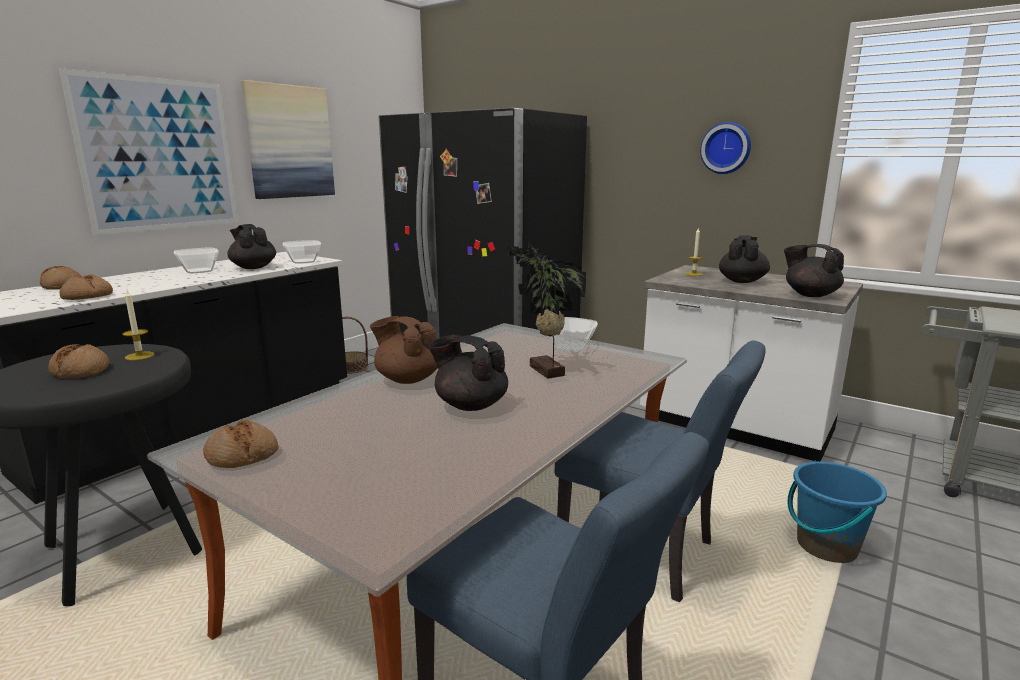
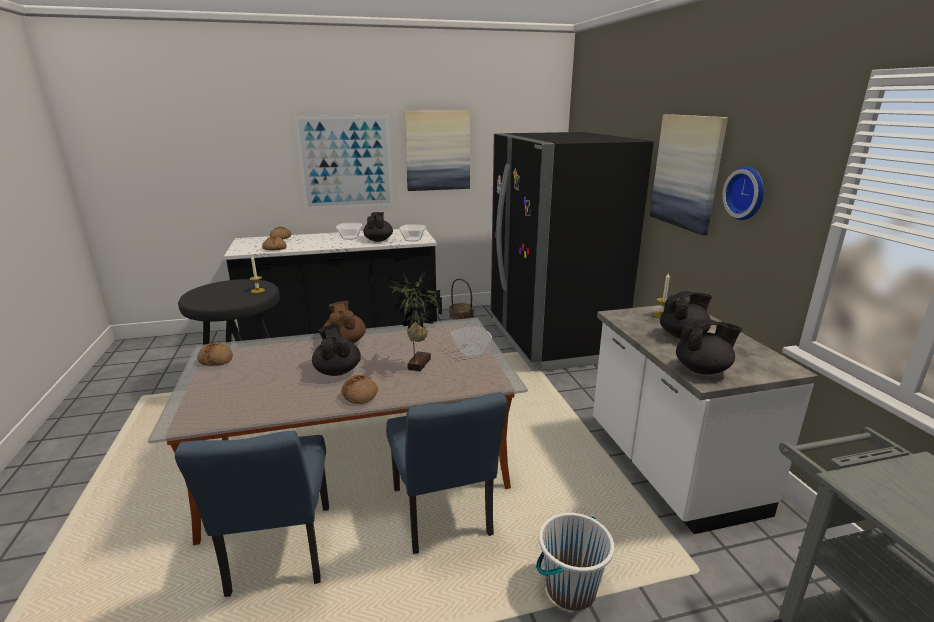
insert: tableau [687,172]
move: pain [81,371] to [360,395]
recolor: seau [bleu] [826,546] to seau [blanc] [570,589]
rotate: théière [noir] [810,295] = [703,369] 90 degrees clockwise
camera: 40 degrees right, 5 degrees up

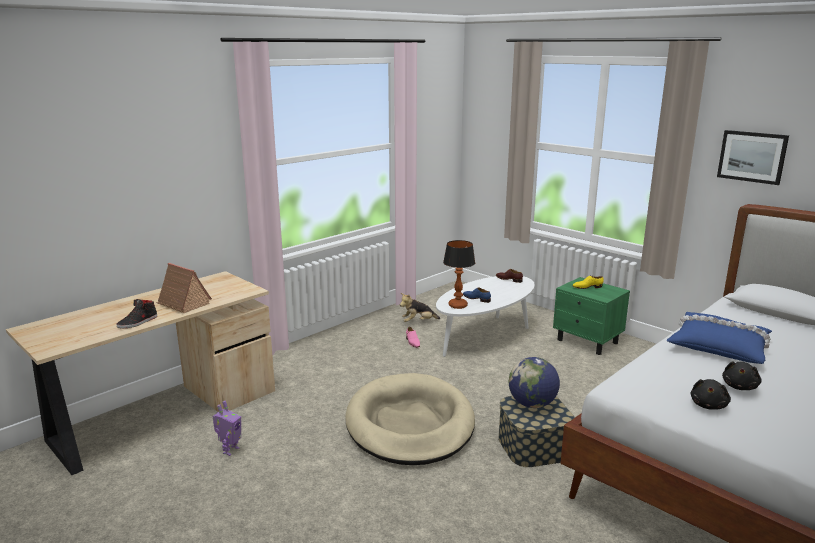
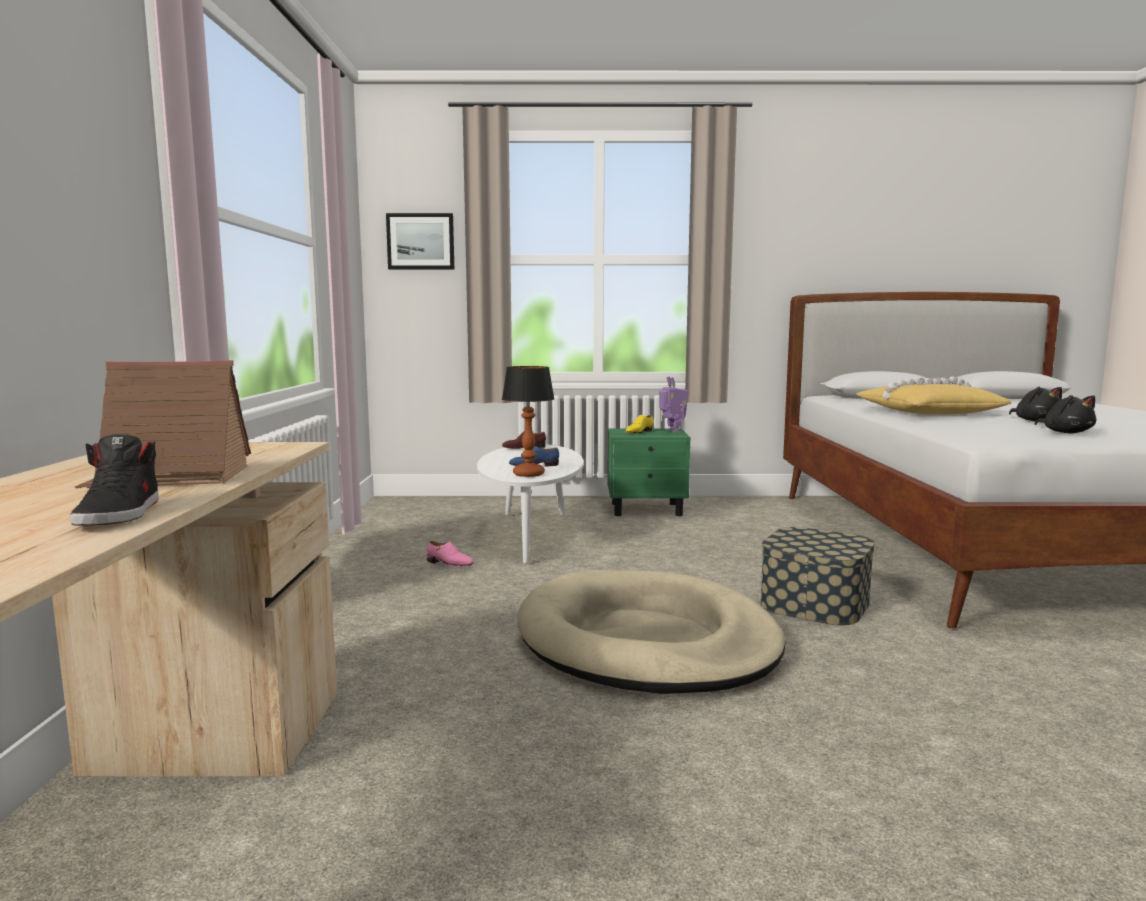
delete: peluche [418,322]; globe [532,404]
move: robot jouet [230,450] to [672,431]; tableau [752,156] to [420,241]
recolor: coussin [bleu] [719,346] to coussin [jaune] [927,412]
camera: 45 degrees left, 10 degrees down

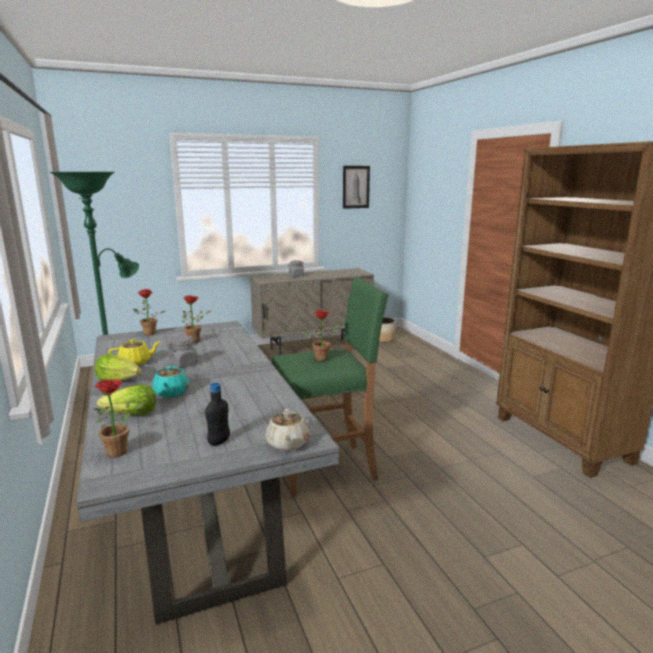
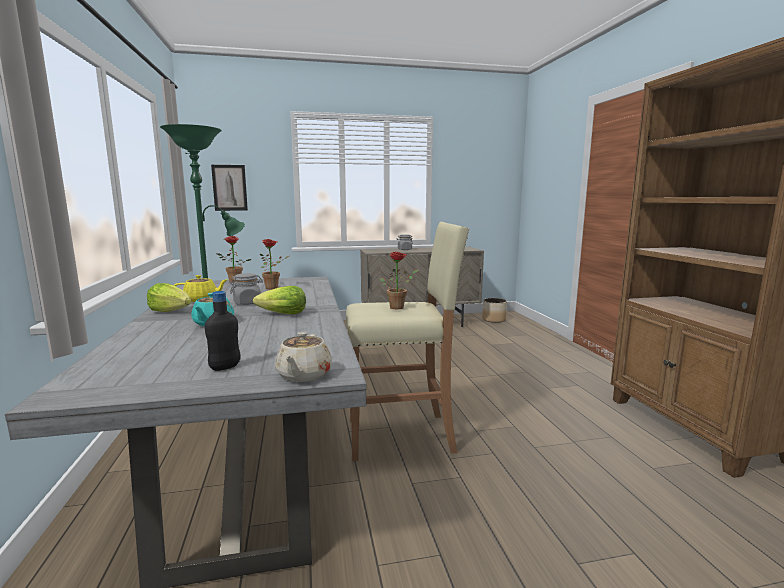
delete: plante en pot [121,451]
move: laitue [131,415] to [282,314]; tableau [356,187] to [229,188]
recolor: tabouret [vert] [327,469] to tabouret [beige] [401,436]
camera: 10 degrees right, 5 degrees down

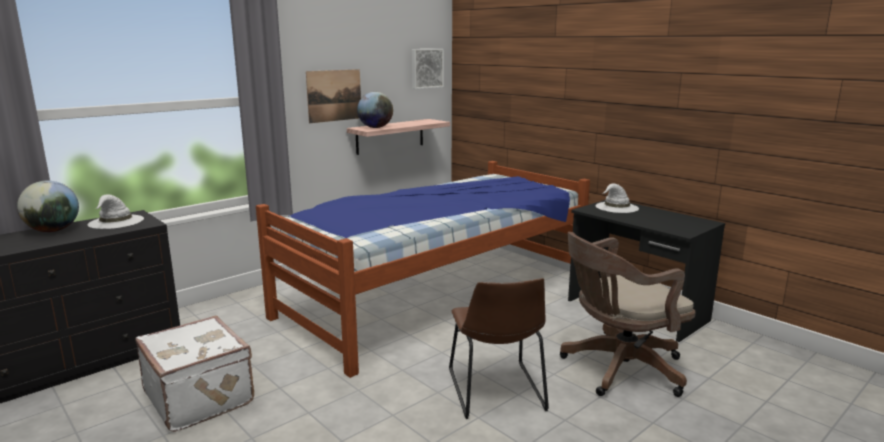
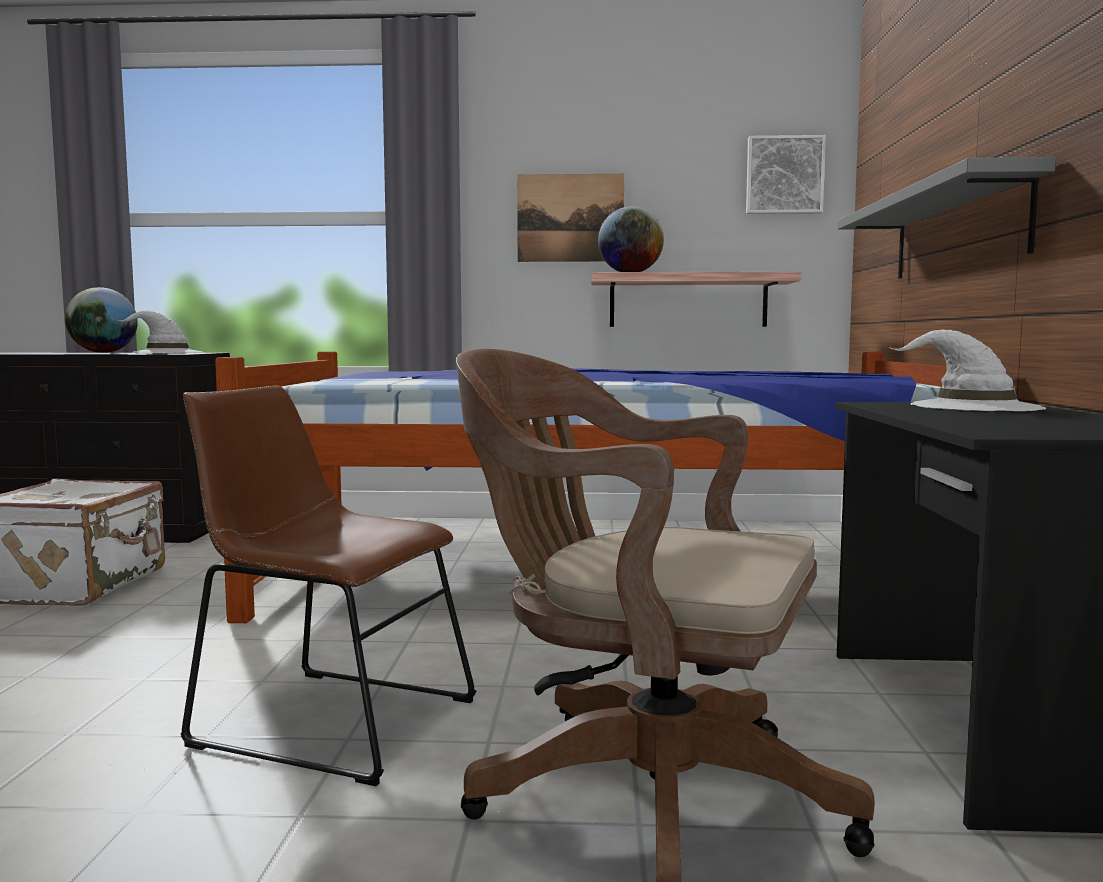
insert: étagère [gris] [956,231]
rotate: chaise [marron] [496,392] = [326,720] 75 degrees clockwise
camera: 45 degrees right, 10 degrees down

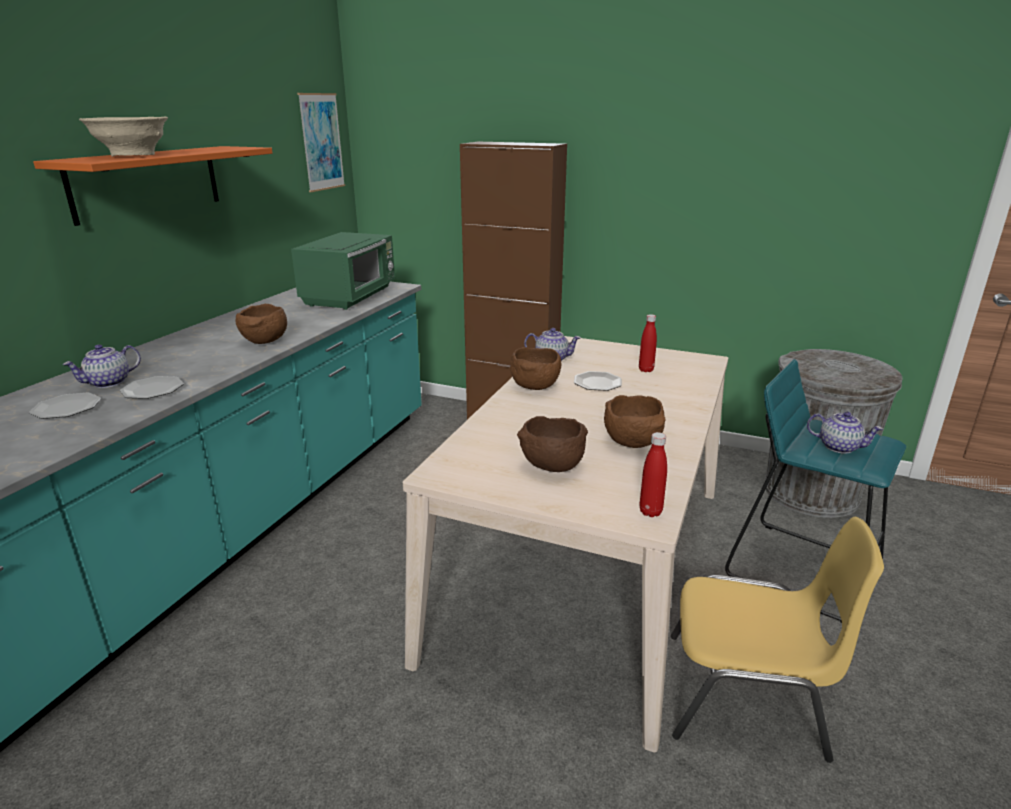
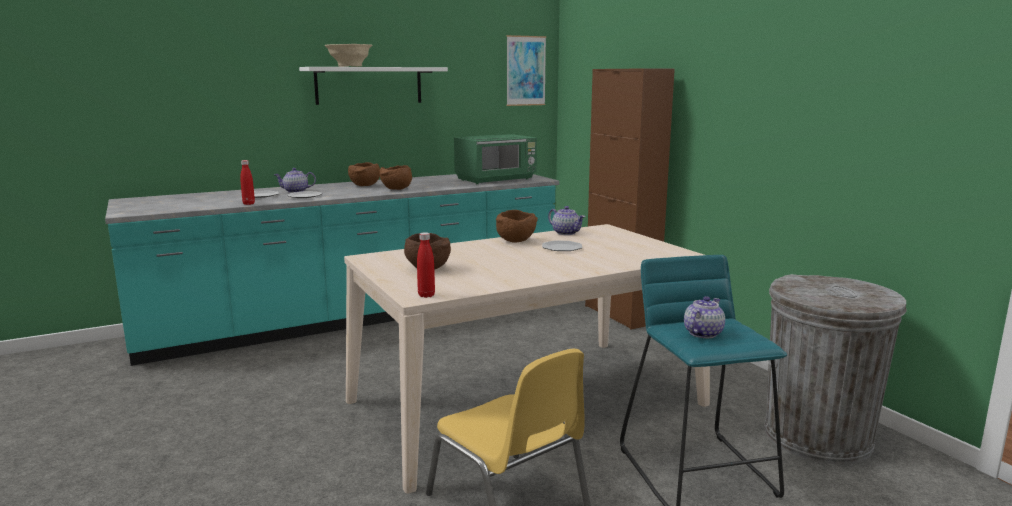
move: bol [marron] [634,443] to [365,186]; bouteille [rouge] [646,370] to [248,204]
recolor: étagère [orange] [147,182] to étagère [blanc] [369,85]
rotate: théière [839,447] = [702,333] 120 degrees counterclockwise
camera: 40 degrees right, 10 degrees down

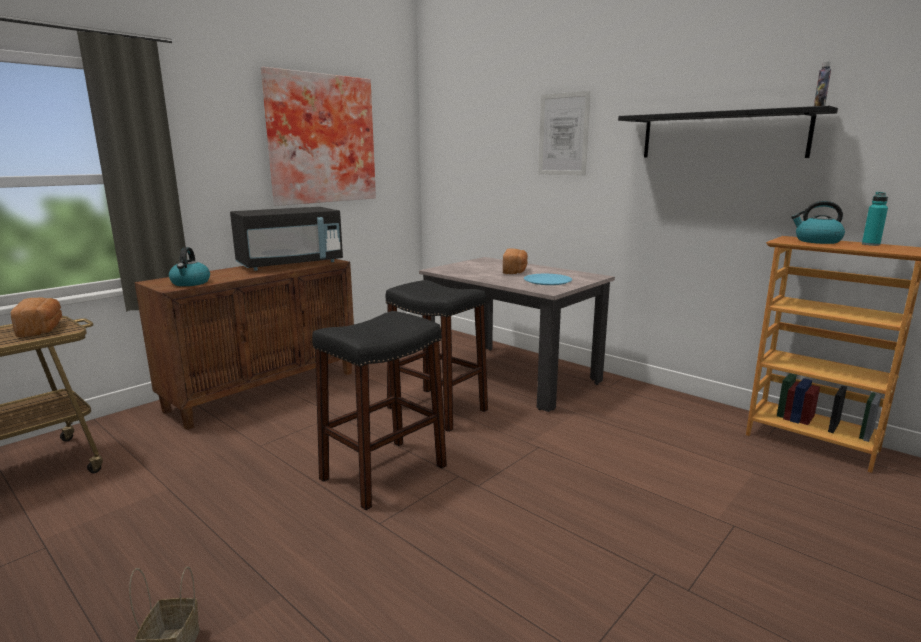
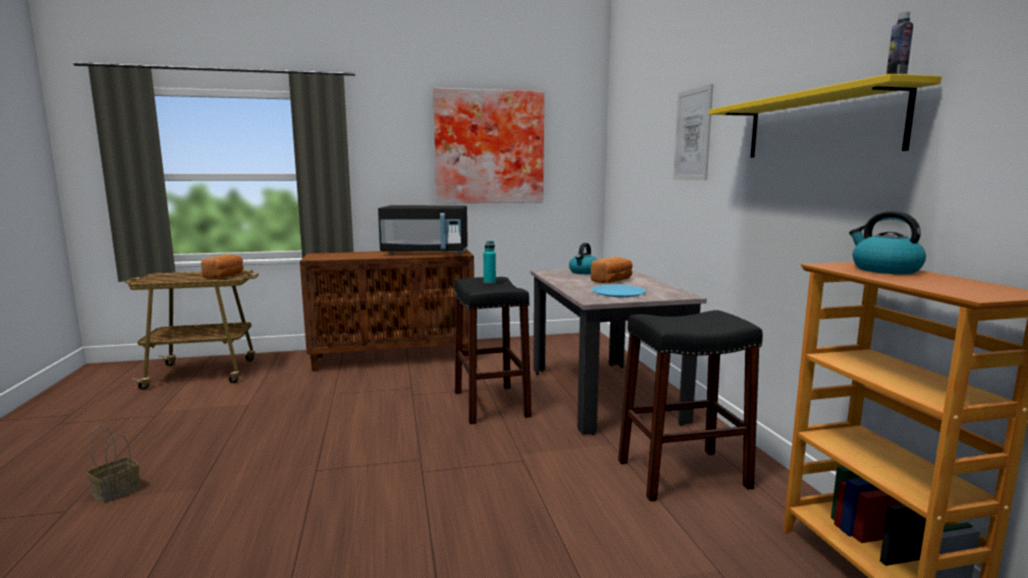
move: bouilloire [190,283] to [584,272]; tabouret [noir] [383,472] to [682,474]; bouteille [turquoise] [870,244] to [489,282]
recolor: étagère [noir] [722,135] to étagère [jaune] [819,126]
camera: 35 degrees right, 5 degrees down

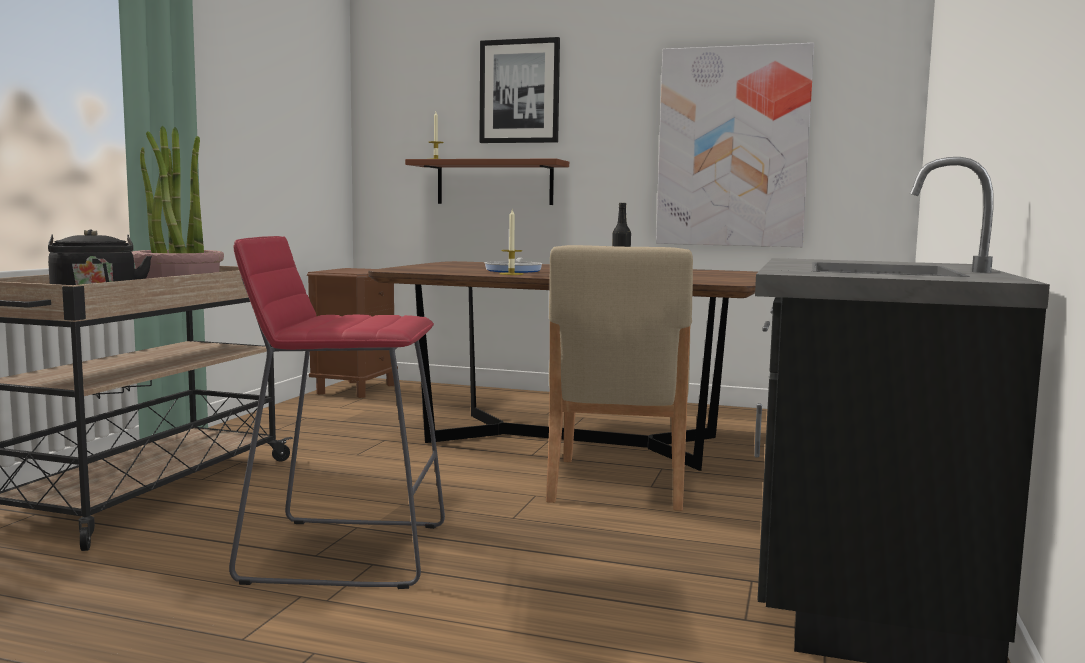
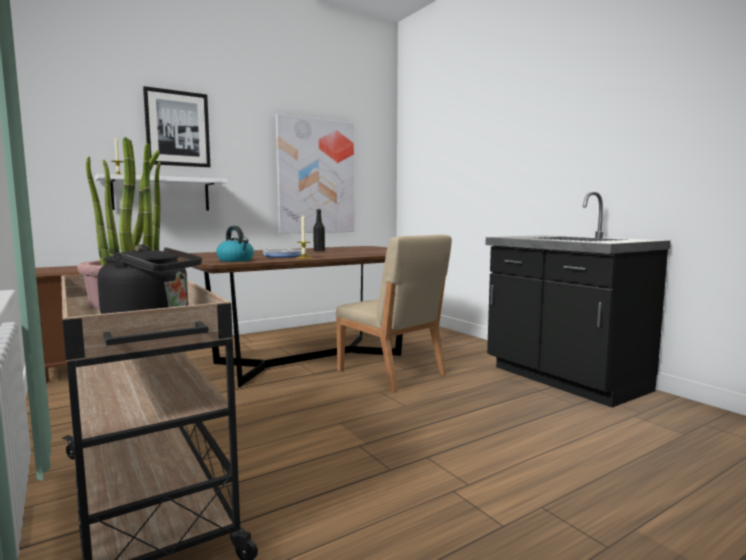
delete: tabouret [rouge] [344,552]
insert: bouilloire [236,260]
recolor: étagère [marron] [494,183] to étagère [blanc] [161,194]
camera: 50 degrees left, 0 degrees up

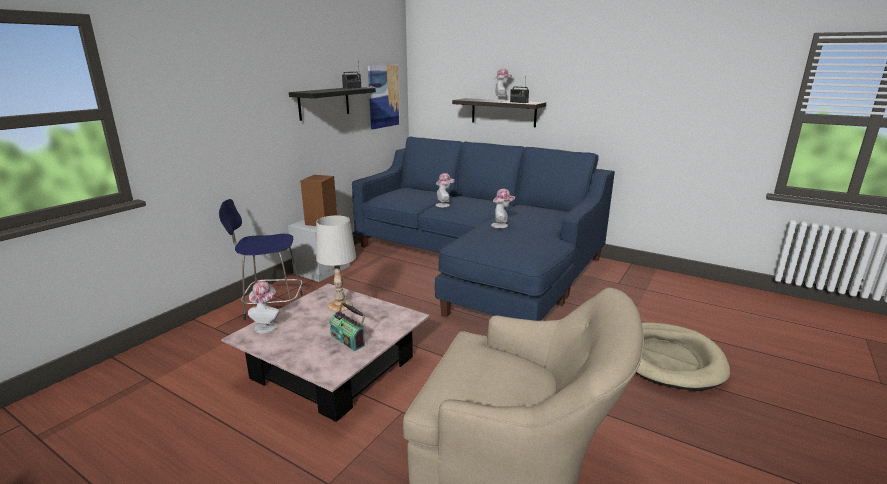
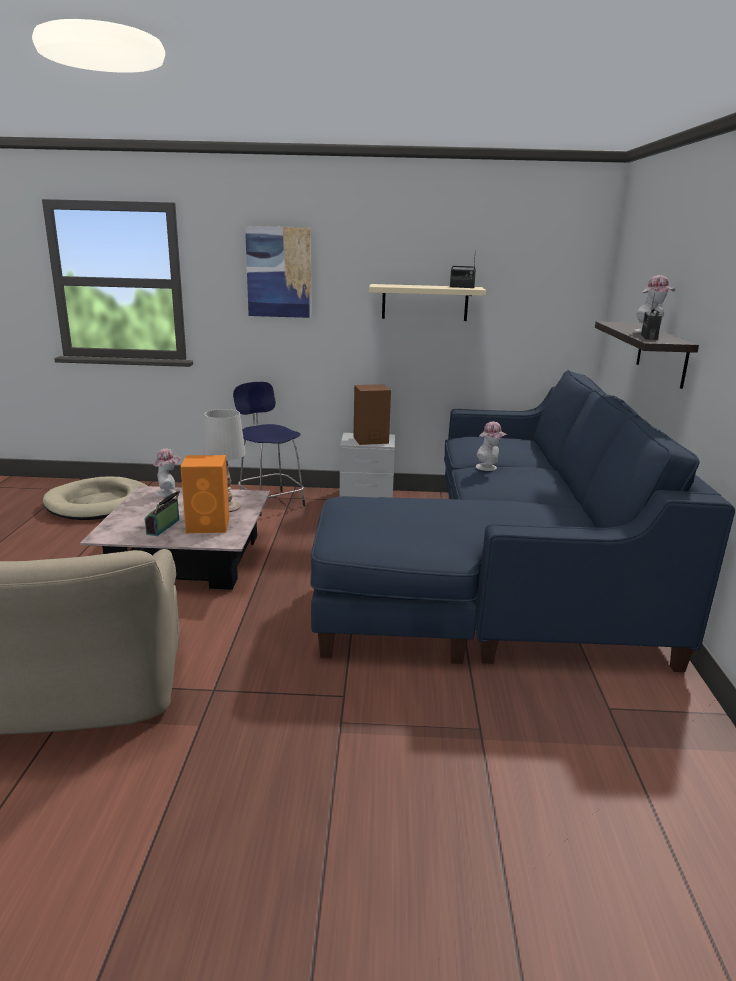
delete: chapeau [501,225]
insert: enceinte [orange] [209,525]
move: tableau [383,96] to [279,272]; panier pour chien [beige] [668,359] to [100,504]
recolor: étagère [noir] [324,103] to étagère [beige] [425,302]
camera: 60 degrees right, 0 degrees up

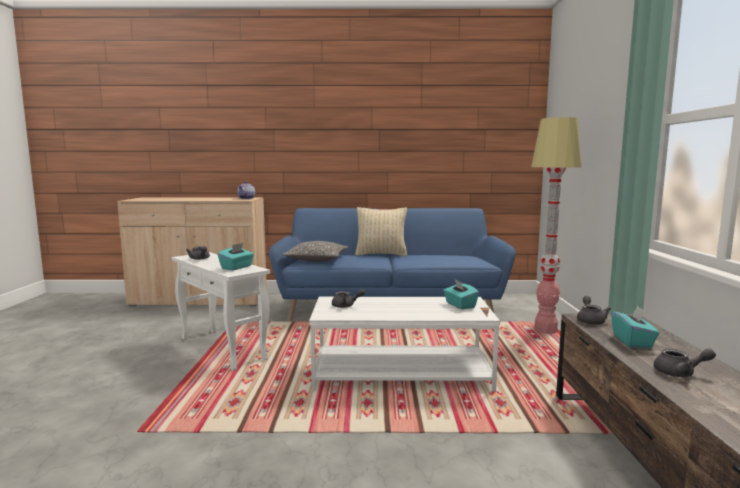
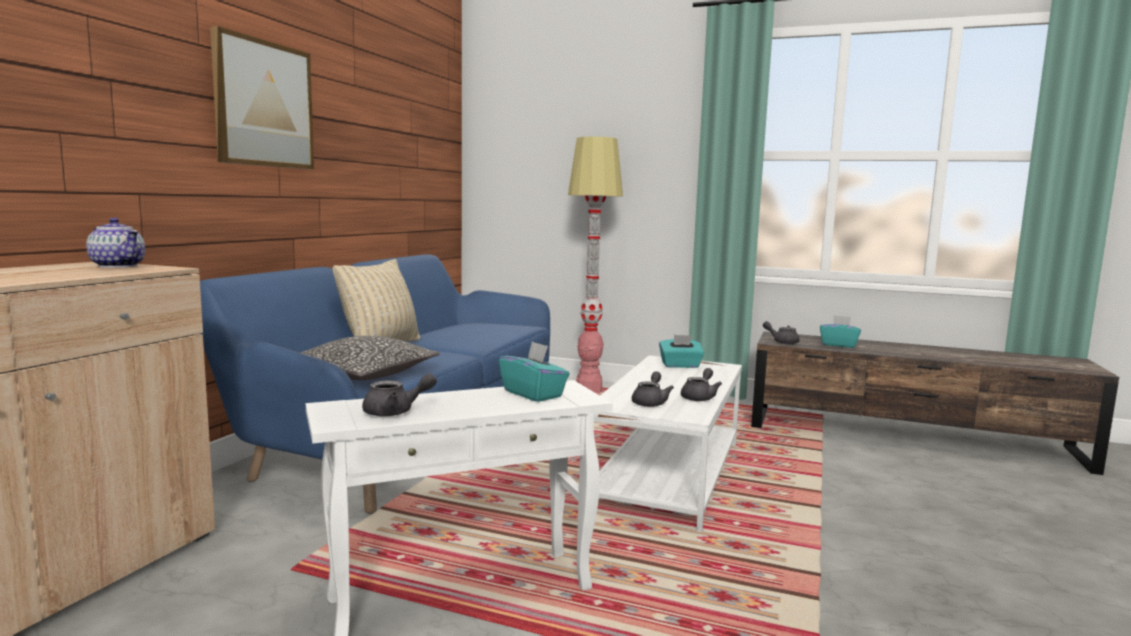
insert: tableau [263,104]
move: théière [gris] [680,373] to [699,397]
camera: 70 degrees left, 0 degrees up

